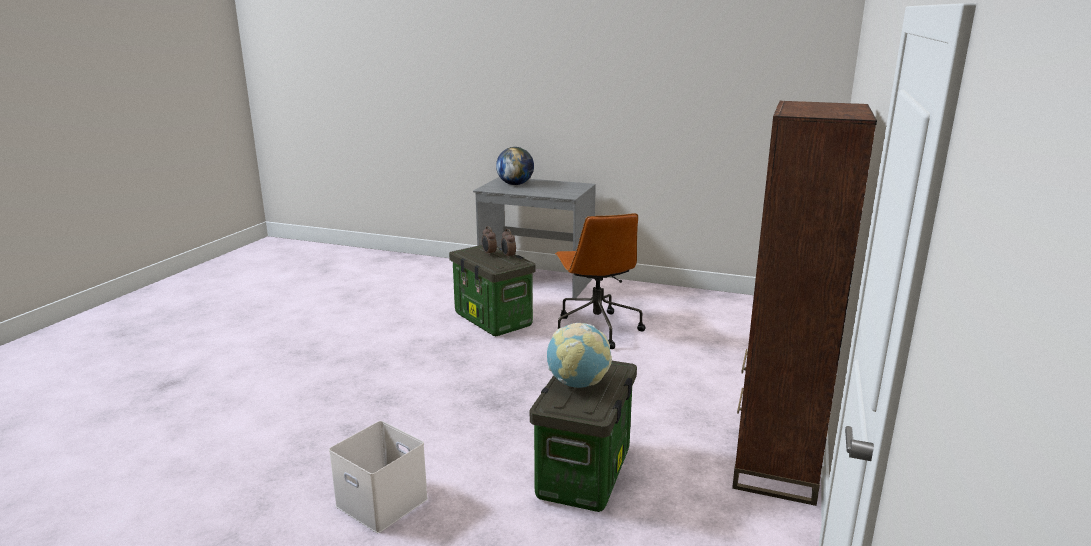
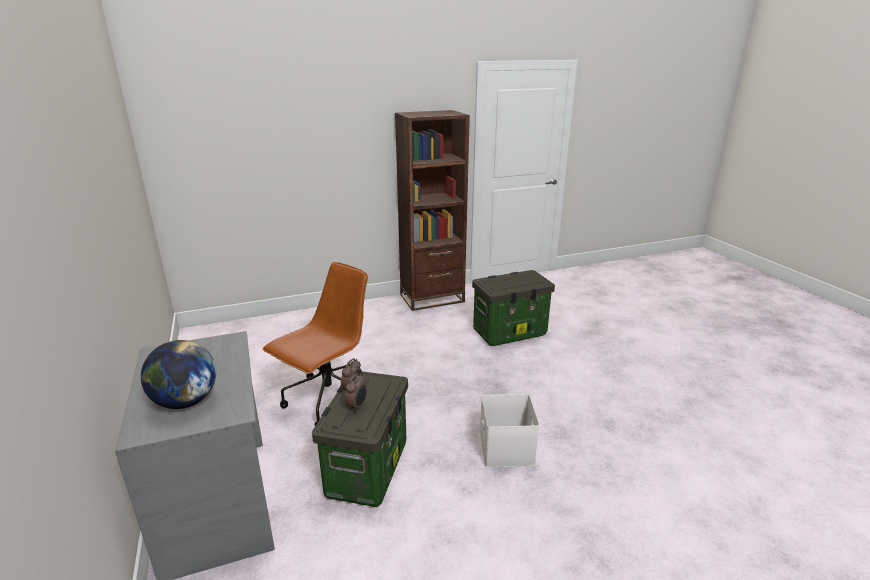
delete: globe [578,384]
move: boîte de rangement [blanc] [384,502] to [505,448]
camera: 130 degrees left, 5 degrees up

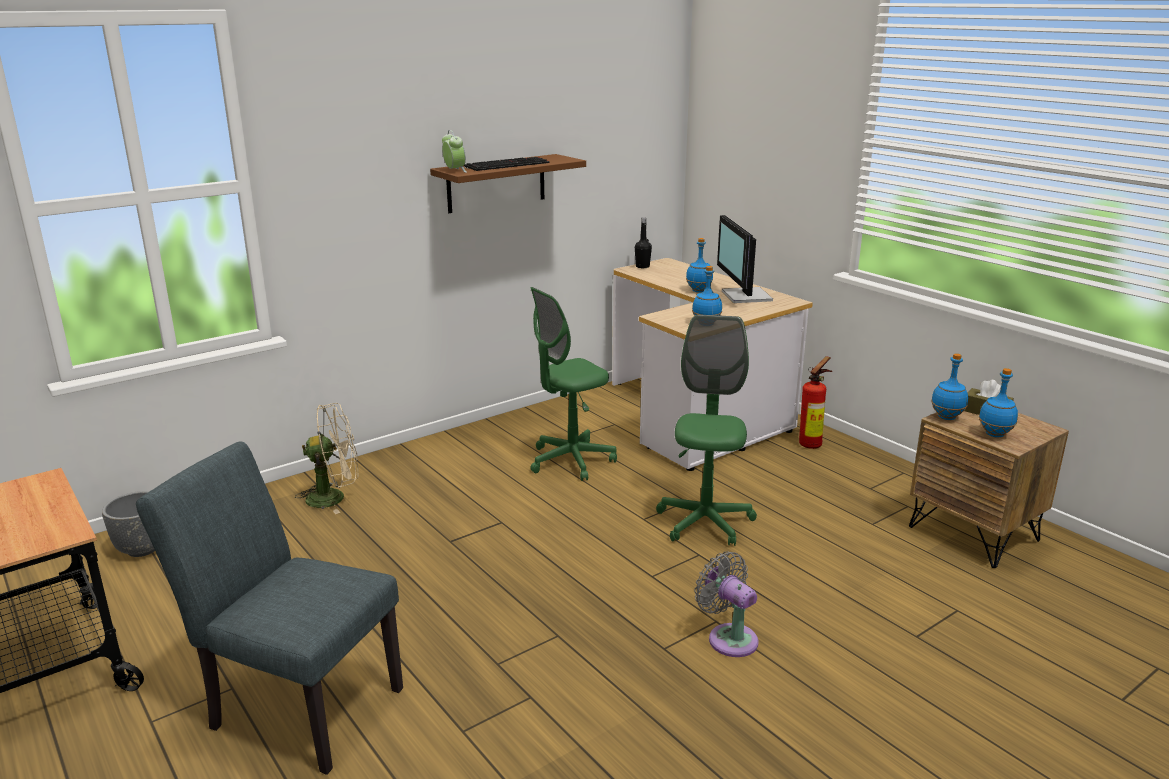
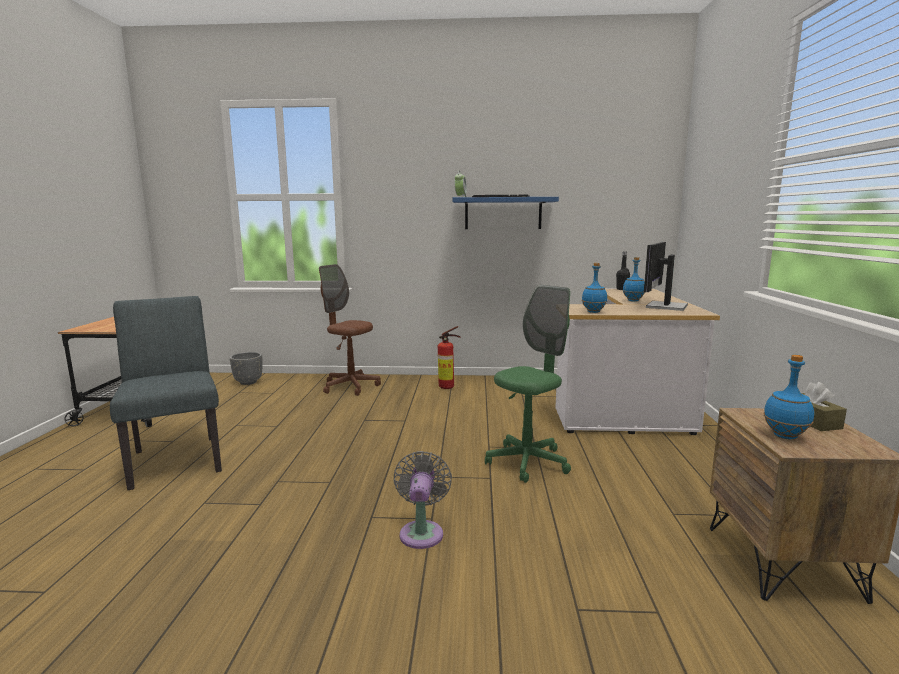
delete: chaise de bureau [vert] [571,461]; bouteille [bleu] [946,417]
move: extincteur [812,444] to [449,387]
replace: ventilateur [beige] [334,497] to chaise de bureau [marron] [350,386]
recolor: étagère [marron] [496,183] to étagère [bleu] [503,213]
camera: 40 degrees right, 10 degrees down

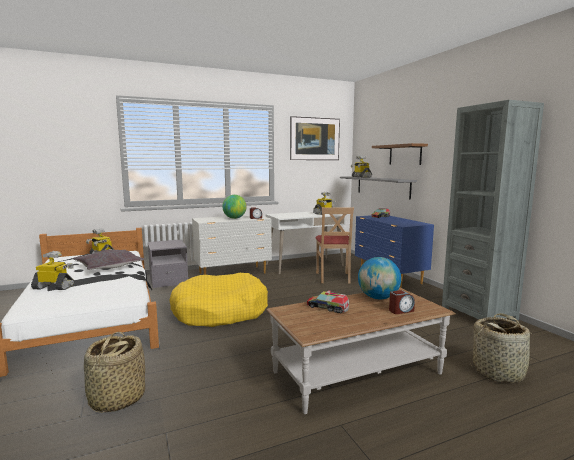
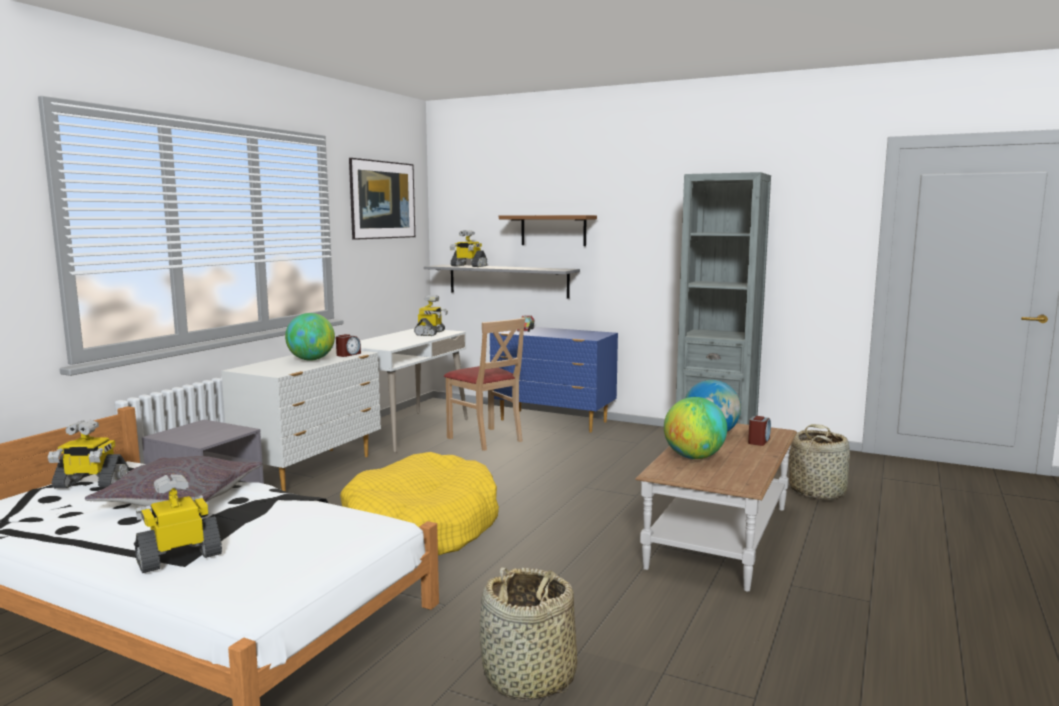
replace: camion jouet [327,308] to globe [694,457]
camera: 40 degrees left, 0 degrees up

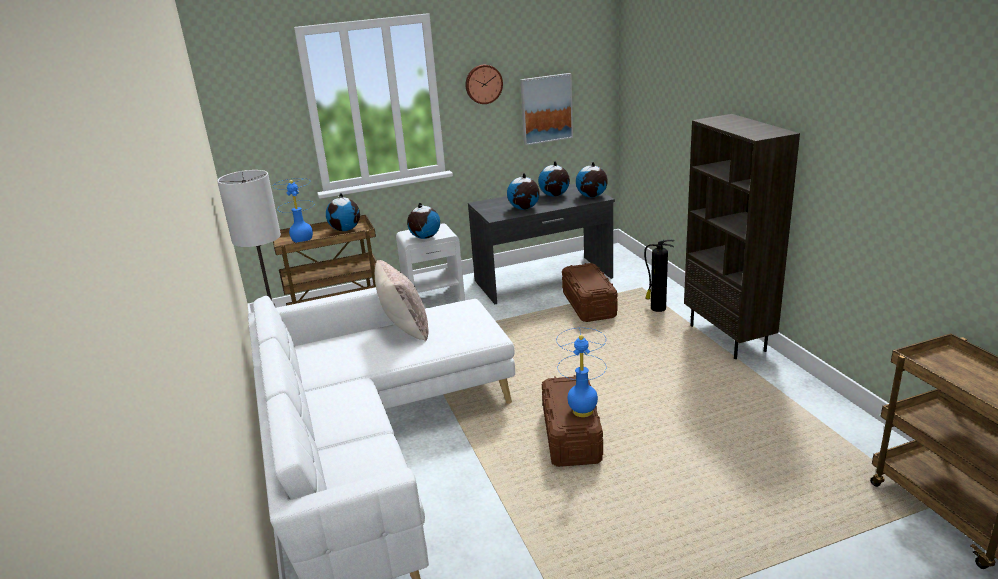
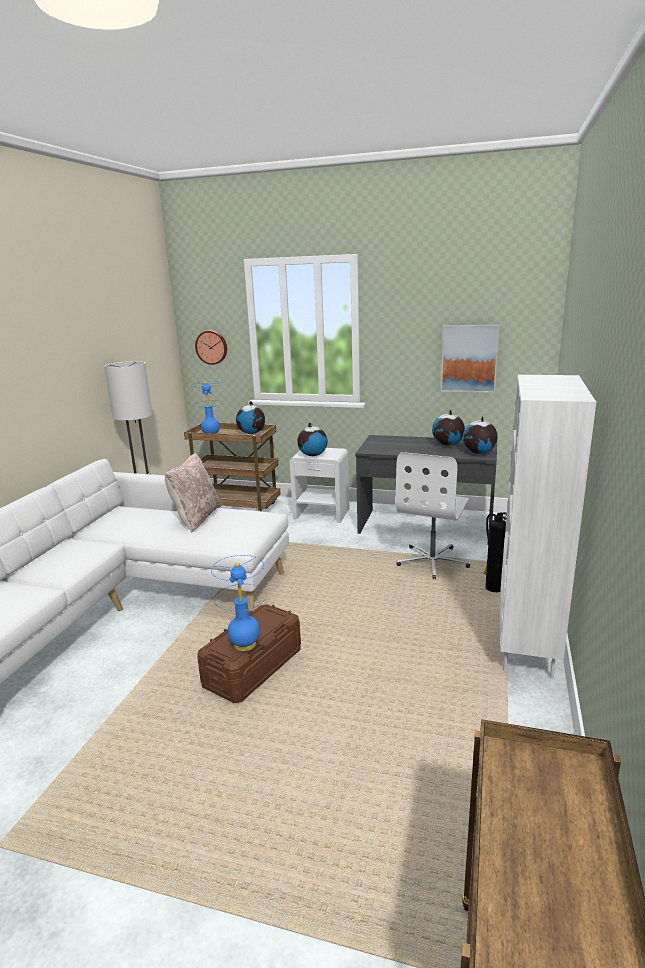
delete: globe [524,208]
move: horloge murale [483,84] to [212,347]
replace: boîte de rangement [marron] [588,305] to chaise de bureau [blanc] [433,561]
recolor: bibliothèque [marron] [728,338] to bibliothèque [blanc] [528,646]
camera: 35 degrees right, 5 degrees down

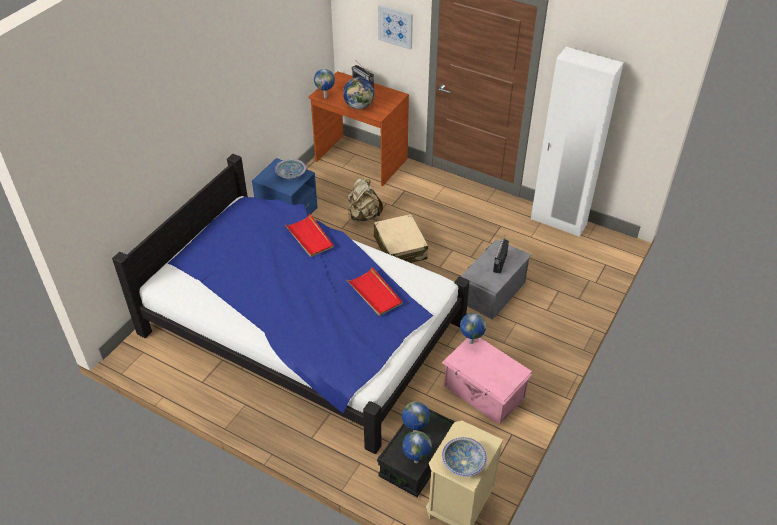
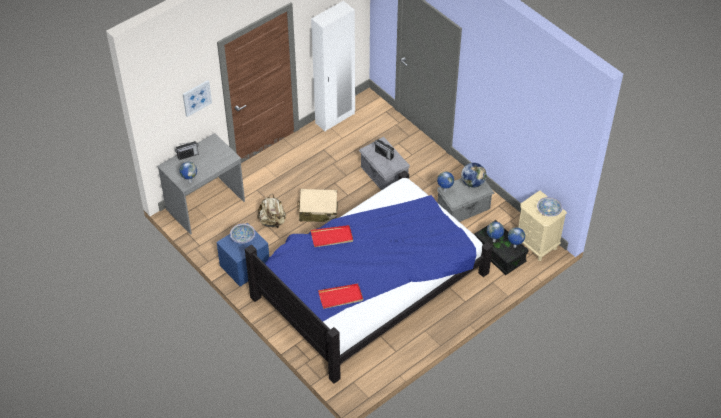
move: globe [359,106] to [473,183]; plateau [rouge] [375,293] to [341,297]
recolor: bureau [marron] [360,160] to bureau [gris] [205,206]; boîte de rangement [rose] [483,393] to boîte de rangement [gris] [464,208]
camera: 70 degrees left, 5 degrees up

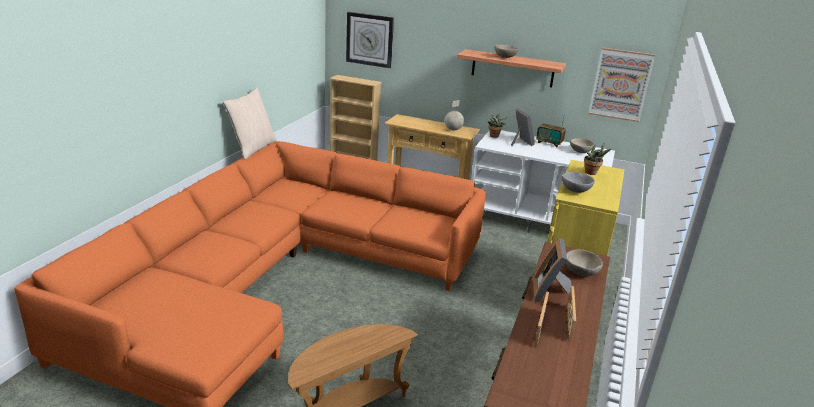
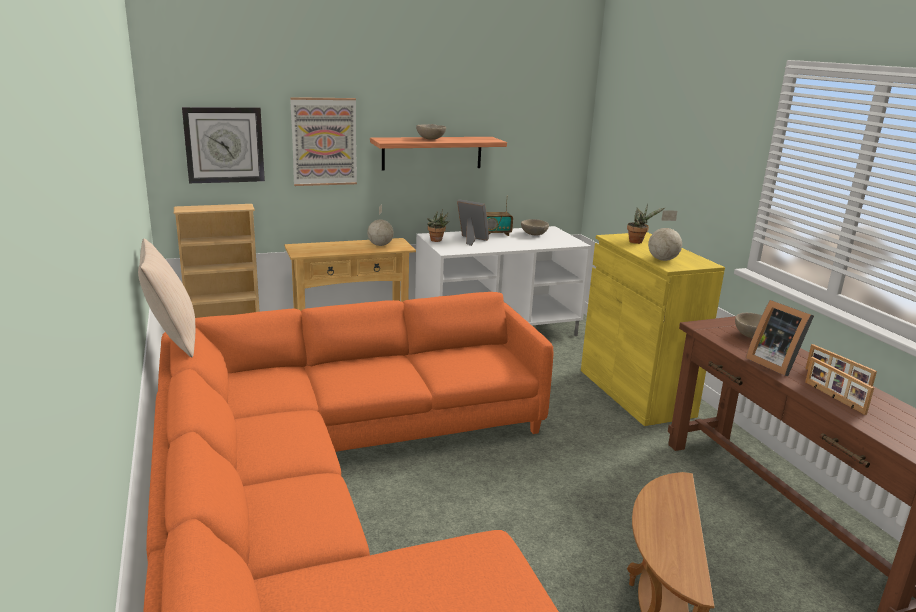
move: tableau [620,84] to [324,142]
replace: bol [gris] [576,190] to globe [663,260]
camera: 40 degrees left, 5 degrees down

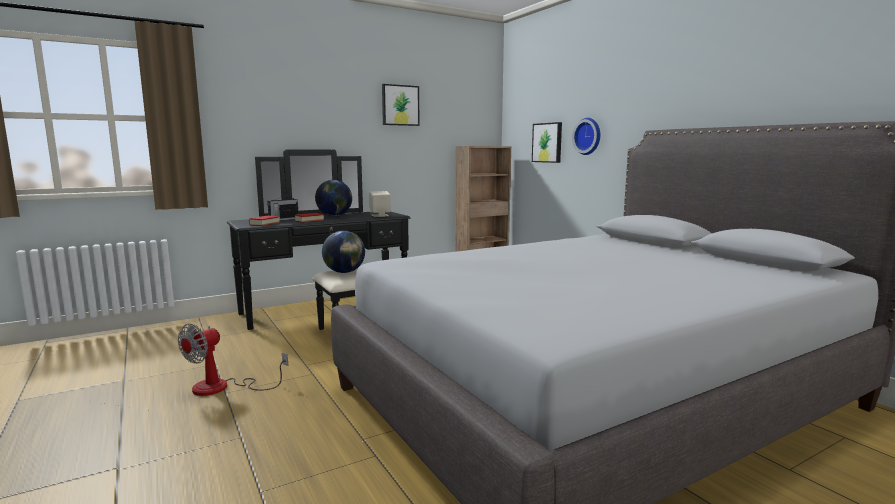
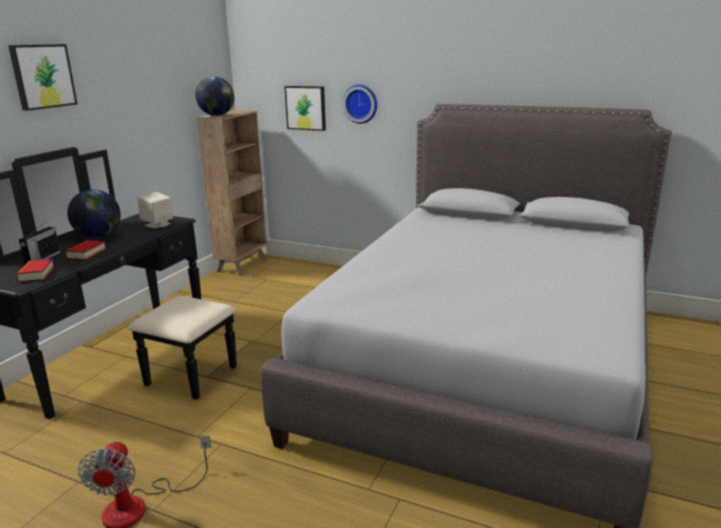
move: globe [344,272] to [217,115]; tableau [400,105] to [42,76]
camera: 35 degrees left, 10 degrees up

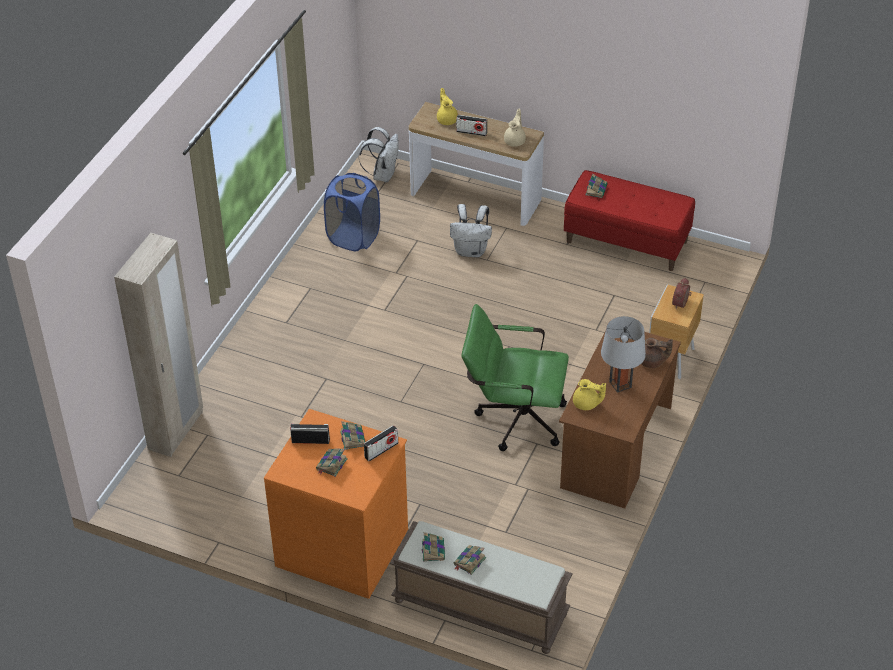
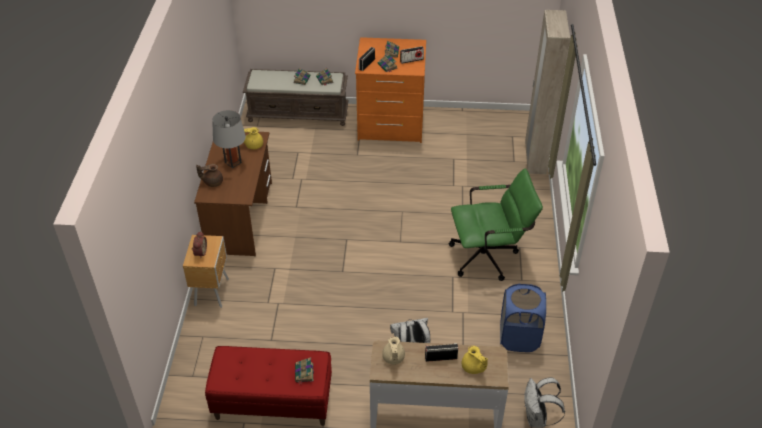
move: chaise de bureau [vert] [513,418] to [489,256]
camera: 160 degrees right, 0 degrees up

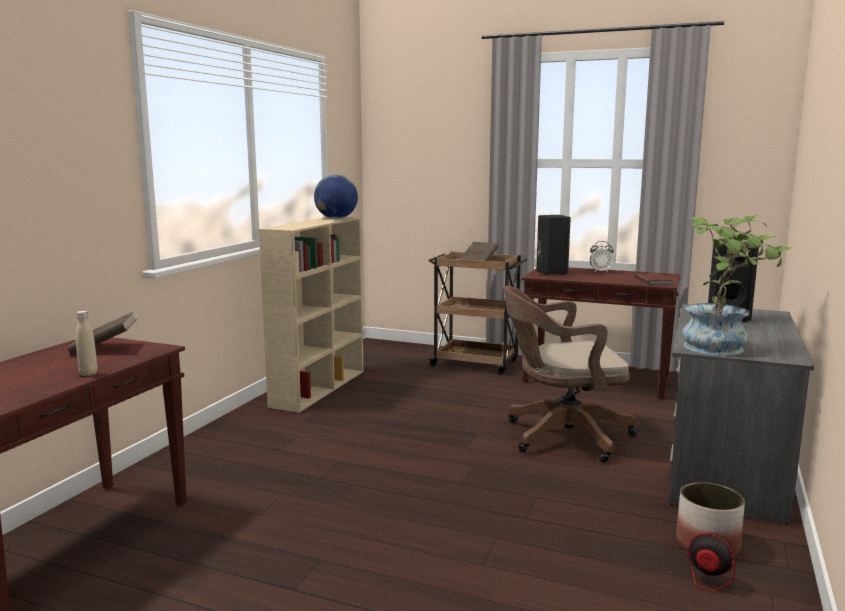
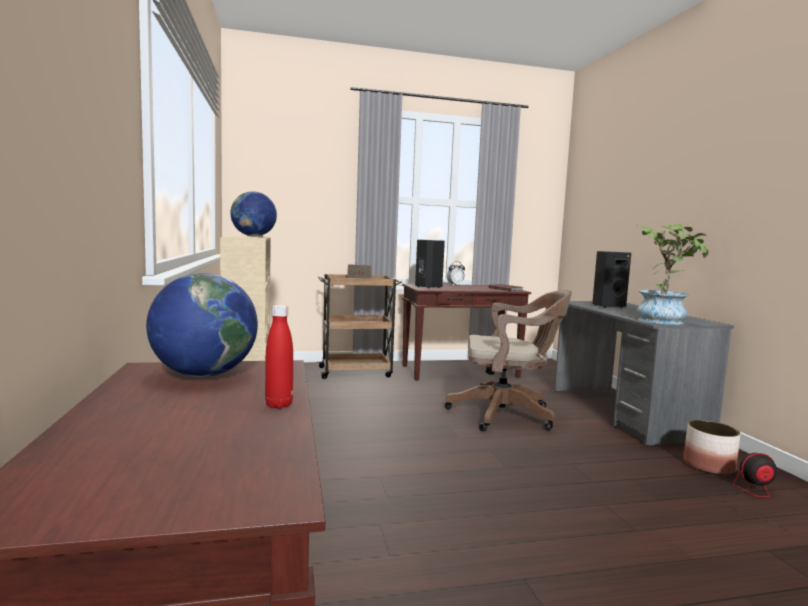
replace: livre [marron] [104,348] to globe [204,375]
recolor: bouteille [beige] [88,373] to bouteille [rouge] [279,405]
rotate: chaise de bureau [marron] [561,436] = [507,415] 135 degrees counterclockwise
camera: 35 degrees left, 5 degrees down

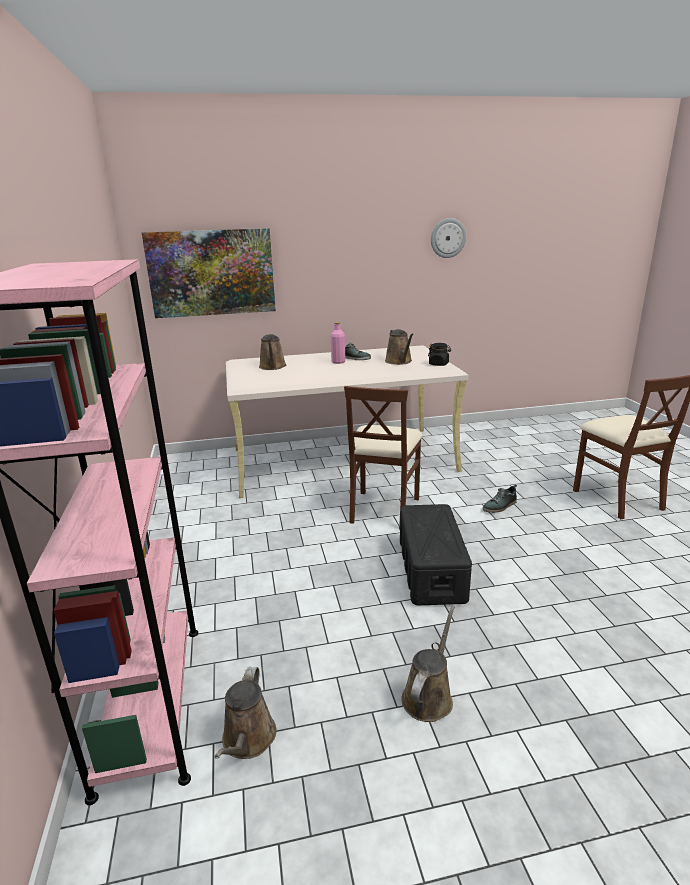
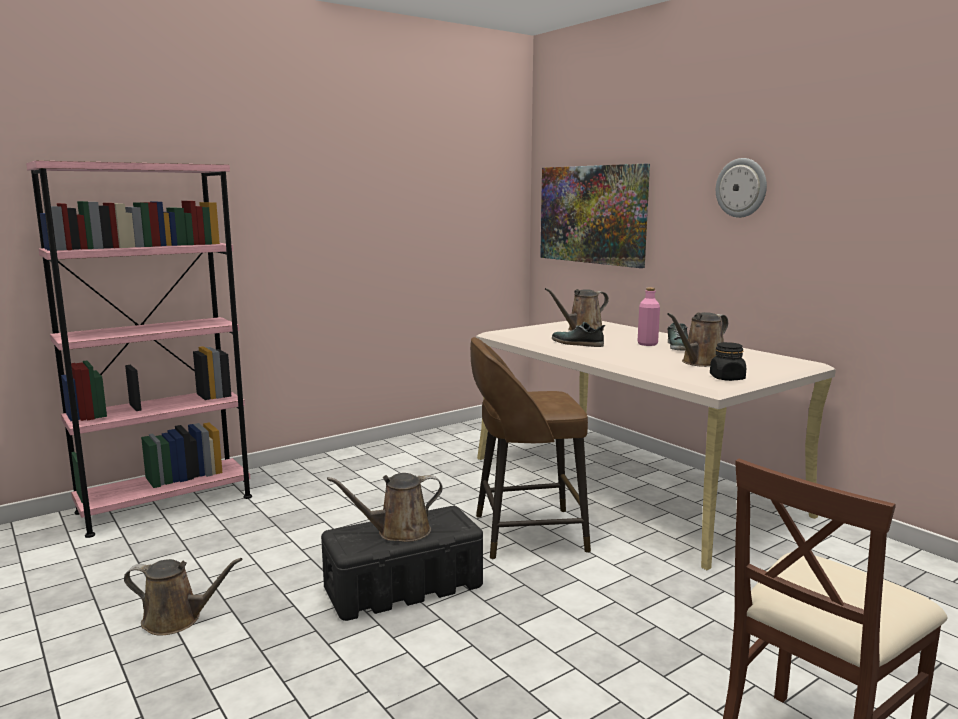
move: arrosoir [marron] [247,740] to [398,532]; horloge murale [448,238] to [741,188]; chaussure [500,506] to [577,343]
replace: chaise [marron] [383,509] to tabouret [marron] [525,533]
camera: 65 degrees right, 10 degrees down

